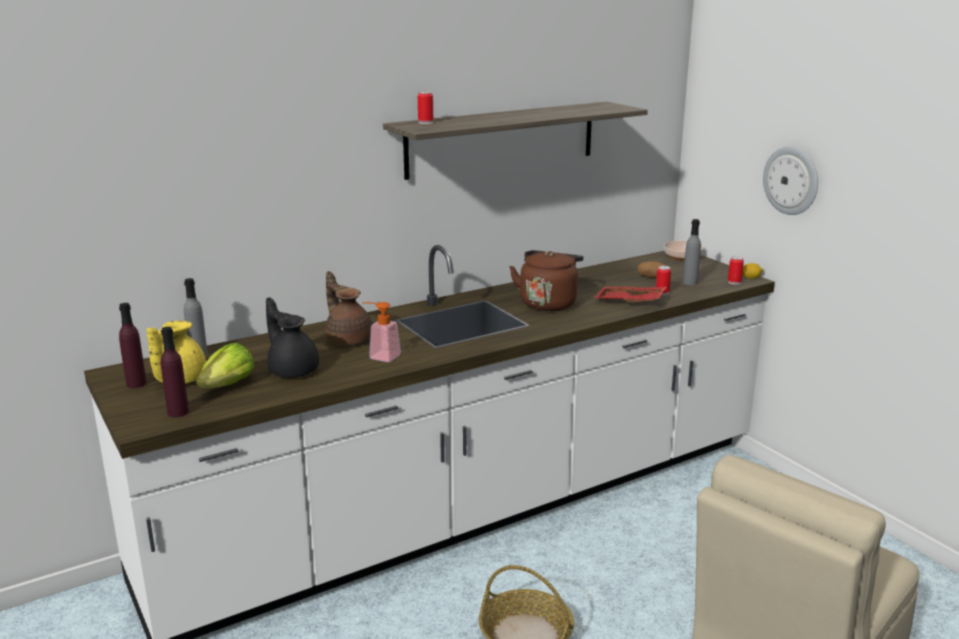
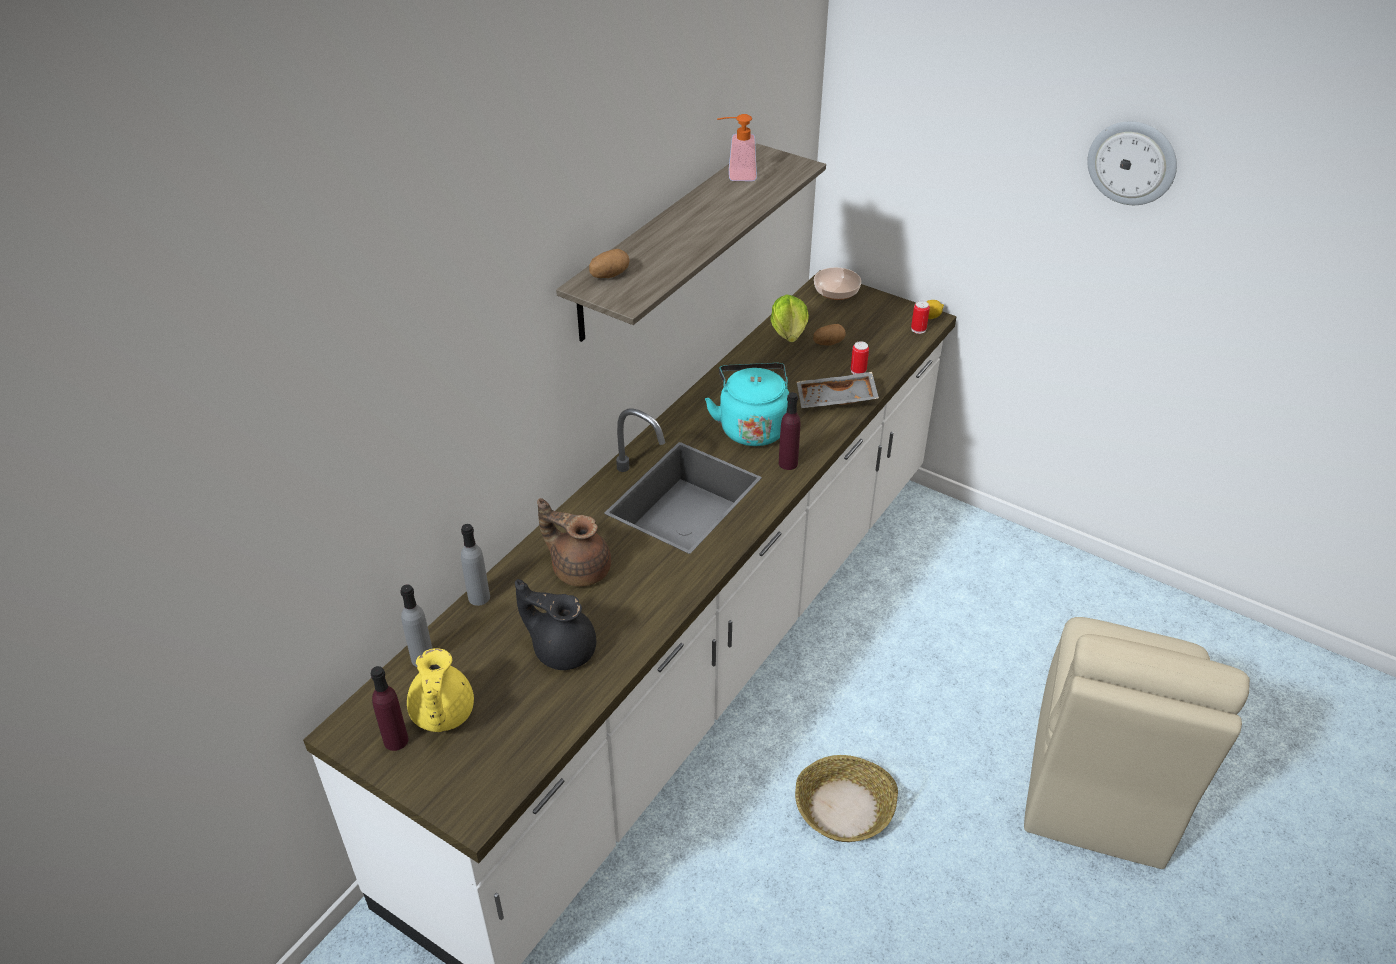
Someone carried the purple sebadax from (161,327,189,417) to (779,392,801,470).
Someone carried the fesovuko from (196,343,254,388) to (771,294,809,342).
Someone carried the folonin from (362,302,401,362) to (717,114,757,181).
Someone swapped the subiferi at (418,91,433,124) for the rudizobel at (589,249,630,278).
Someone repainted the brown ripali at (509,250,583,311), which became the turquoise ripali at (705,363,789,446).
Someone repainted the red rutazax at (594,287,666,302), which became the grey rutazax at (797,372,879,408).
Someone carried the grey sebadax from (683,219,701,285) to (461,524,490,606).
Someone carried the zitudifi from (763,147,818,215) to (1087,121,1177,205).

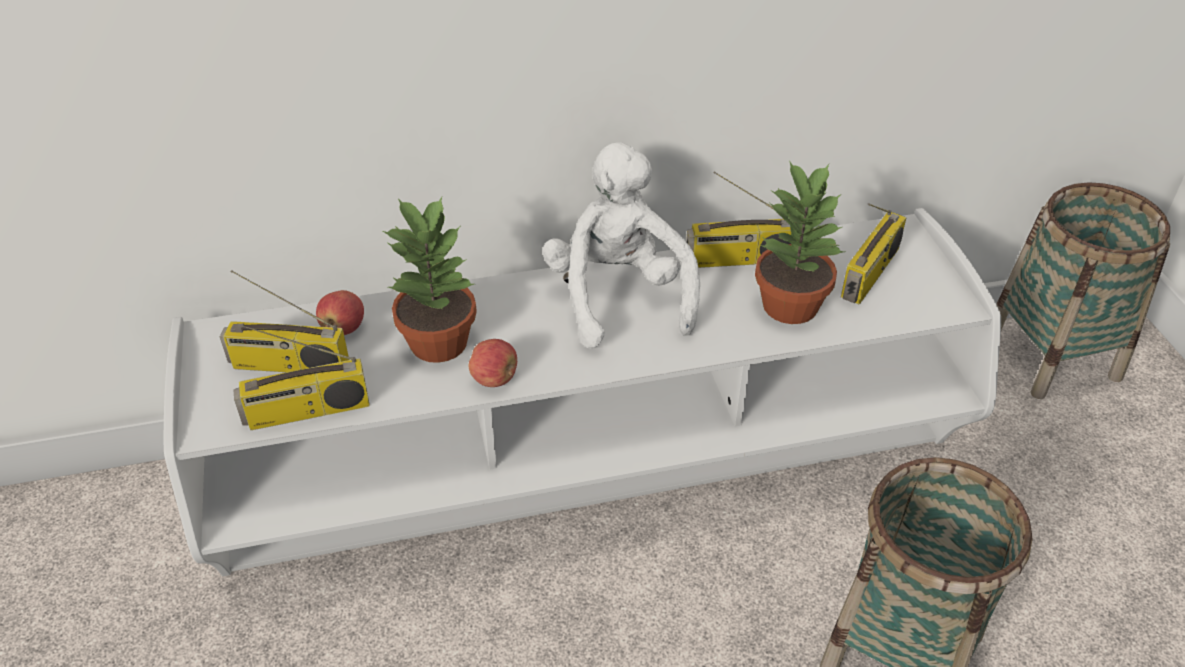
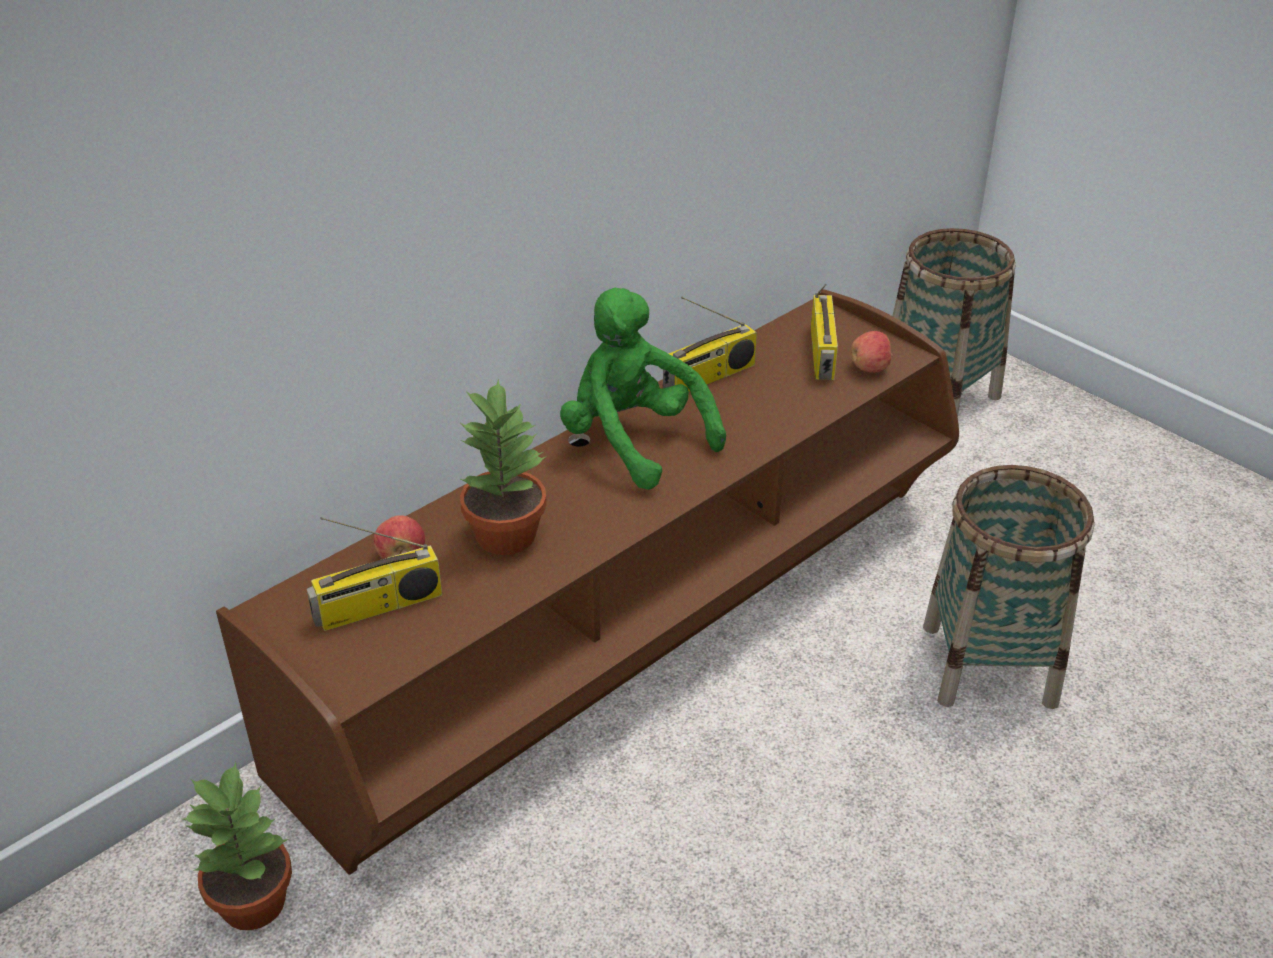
Someone repainted the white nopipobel at (164,208,1001,576), which became the brown nopipobel at (216,289,959,875).
Someone took away the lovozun at (233,325,370,430).
Someone carried the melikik from (469,339,517,387) to (851,331,893,373).
Someone repainted the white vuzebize at (543,142,700,349), which became the green vuzebize at (560,288,726,490).
Someone carried the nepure from (755,162,845,324) to (183,762,292,930).

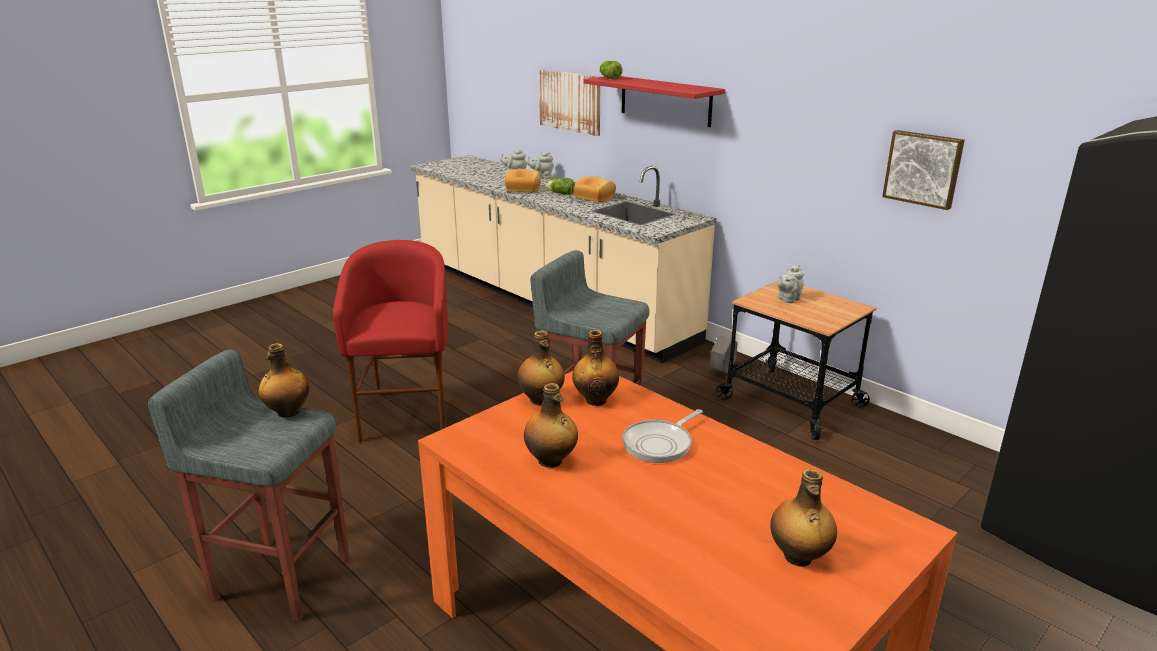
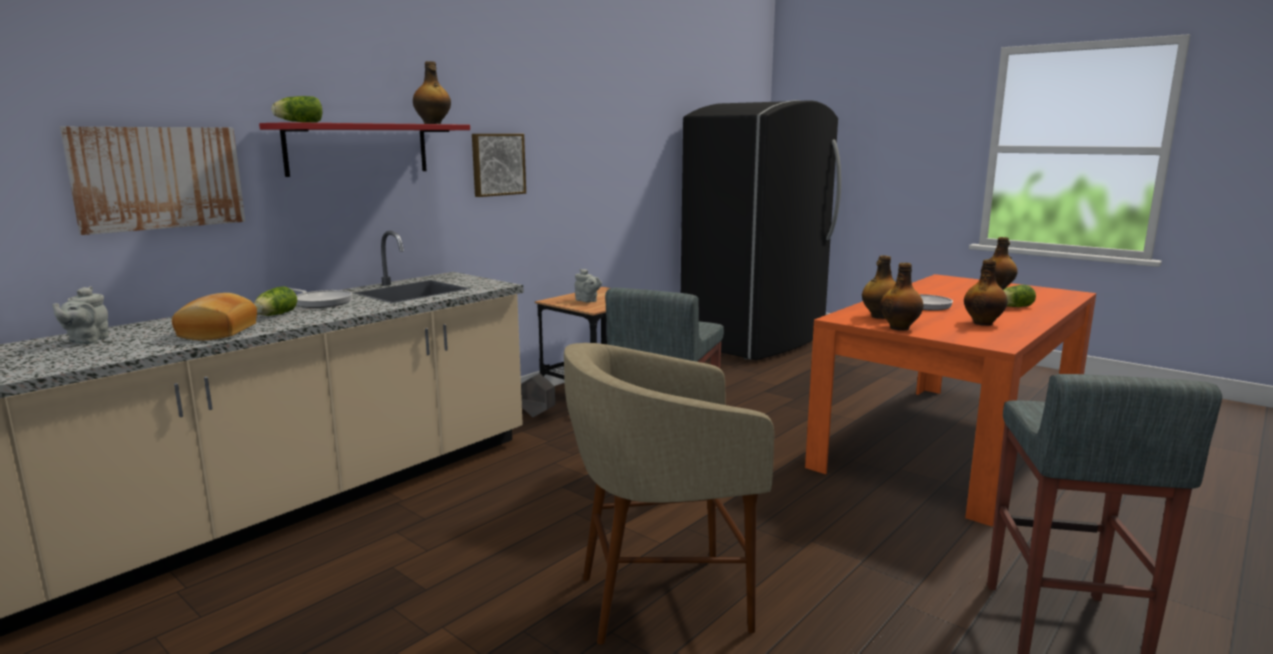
Someone carried the sebadax from (258,343,309,417) to (413,61,451,124).
Someone repainted the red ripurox at (333,240,448,442), which became the beige ripurox at (564,343,774,645).
Someone took away the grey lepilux at (526,152,554,179).
Someone swapped the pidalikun at (574,176,616,202) for the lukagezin at (290,288,352,308).
Someone carried the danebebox from (882,130,965,210) to (472,134,526,197).
Someone put down the fesovuko at (1003,285,1036,307).

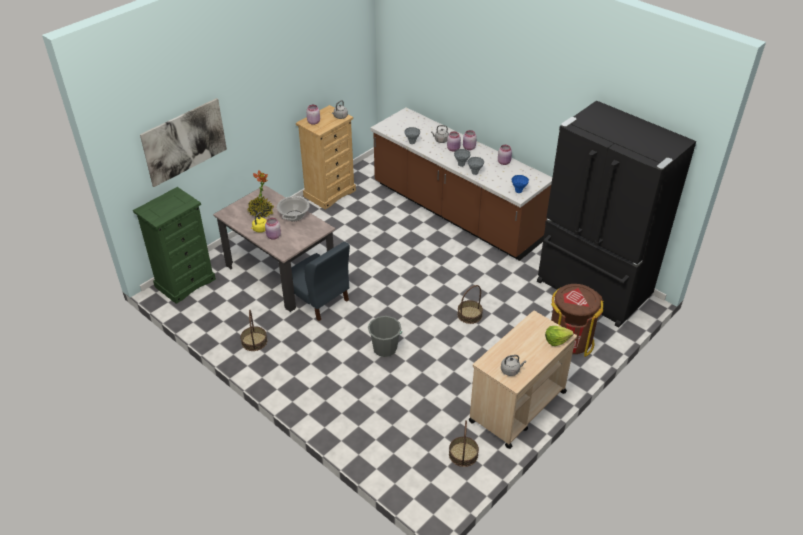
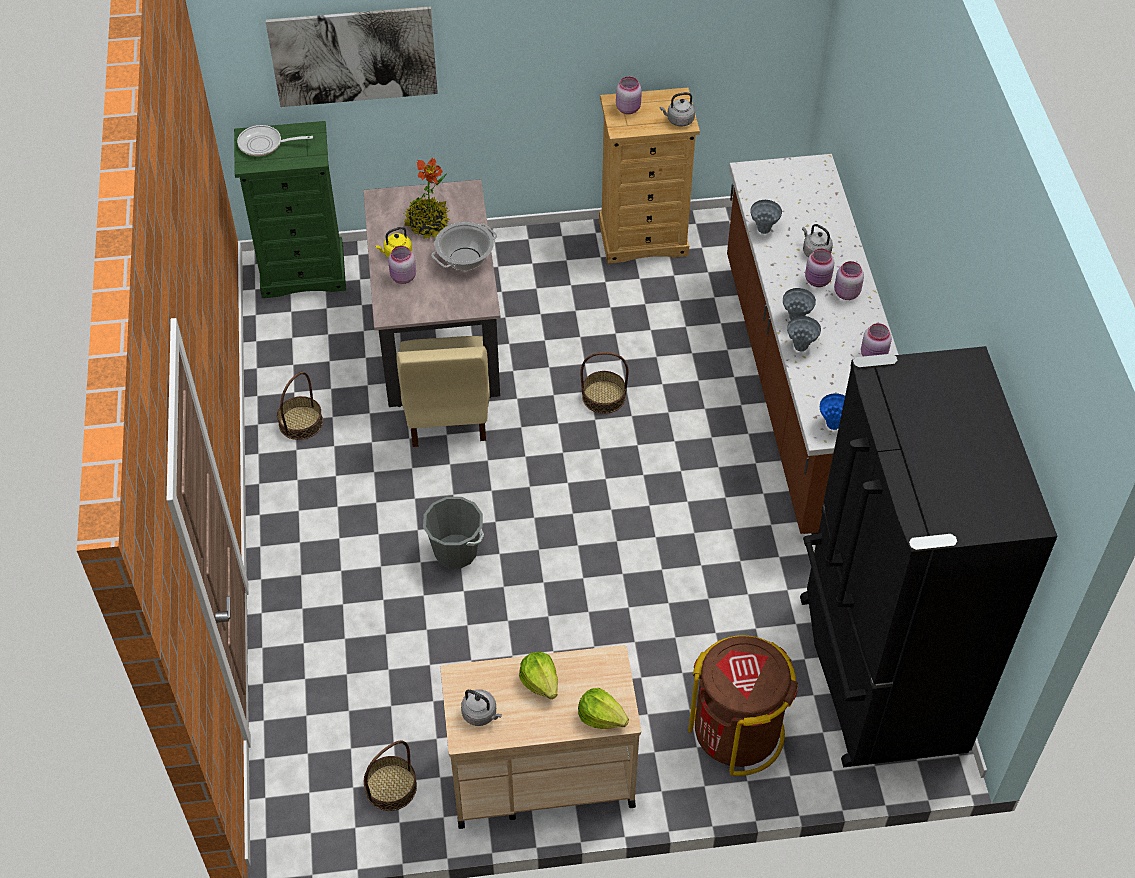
Someone repainted the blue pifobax at (291,242,350,321), which became the beige pifobax at (396,336,490,447).
Someone carried the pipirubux from (457,285,483,324) to (581,352,629,414).
Someone put down the lukagezin at (237,125,313,157).
Someone put down the fesovuko at (519,652,558,699).

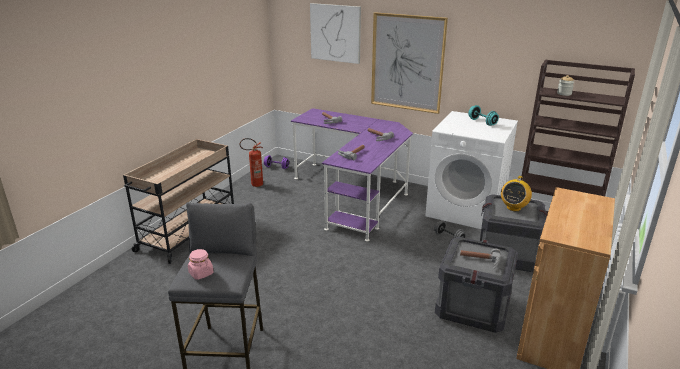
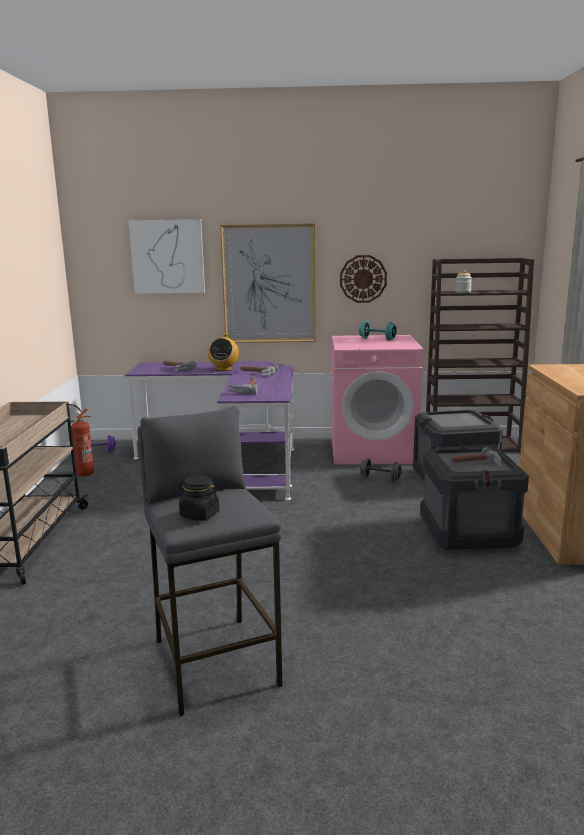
Someone repainted the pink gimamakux at (188,249,214,280), which became the black gimamakux at (179,475,219,521).
Someone repainted the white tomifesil at (425,111,518,229), which became the pink tomifesil at (332,335,423,465).
Someone carried the lovozun from (501,176,532,211) to (208,333,239,371).
Someone put up the zitudifi at (340,255,387,303).

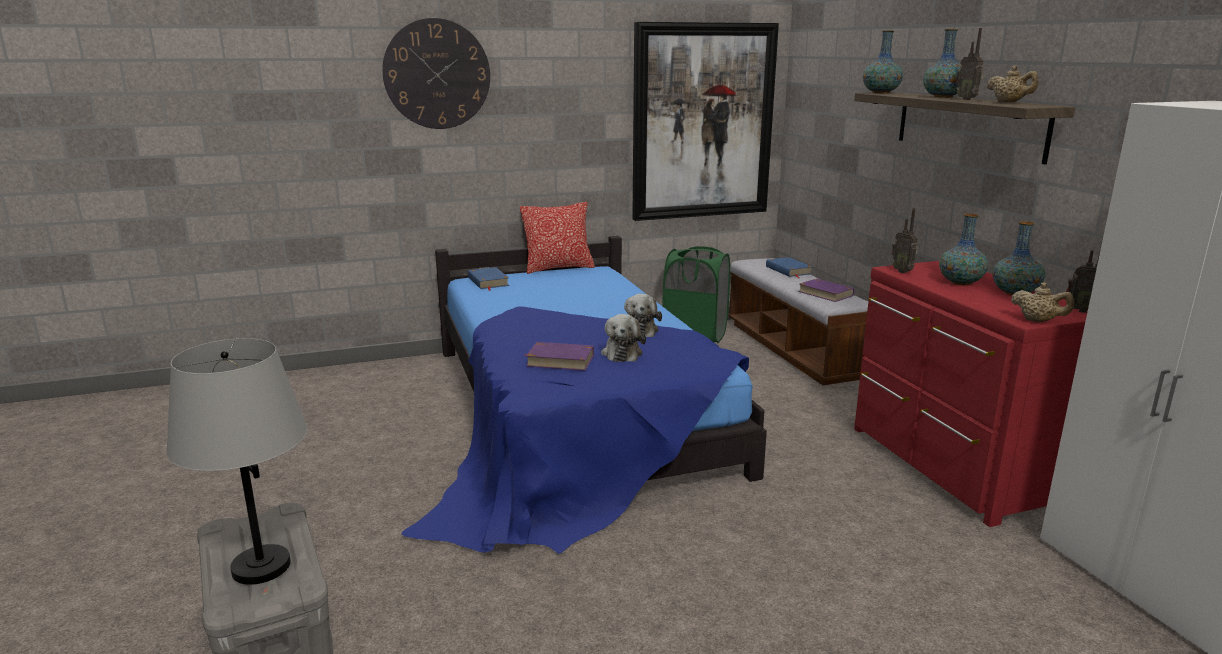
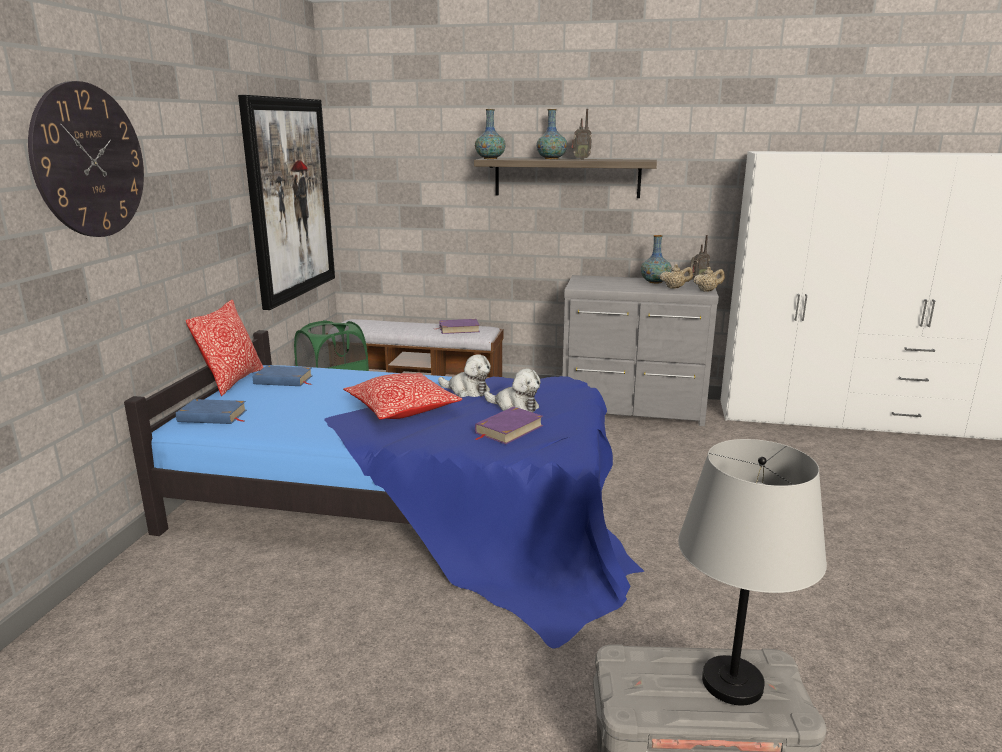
Someone carried the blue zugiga from (766,257,812,278) to (253,366,313,386).
Someone repainted the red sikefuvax at (854,261,1088,527), which became the grey sikefuvax at (562,275,719,426).
Someone took away the lovozun at (892,208,918,273).
Someone took away the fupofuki at (939,214,989,285).
Someone carried the beige lepilux from (986,66,1039,103) to (660,264,693,289).
Someone put down the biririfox at (343,373,462,420).

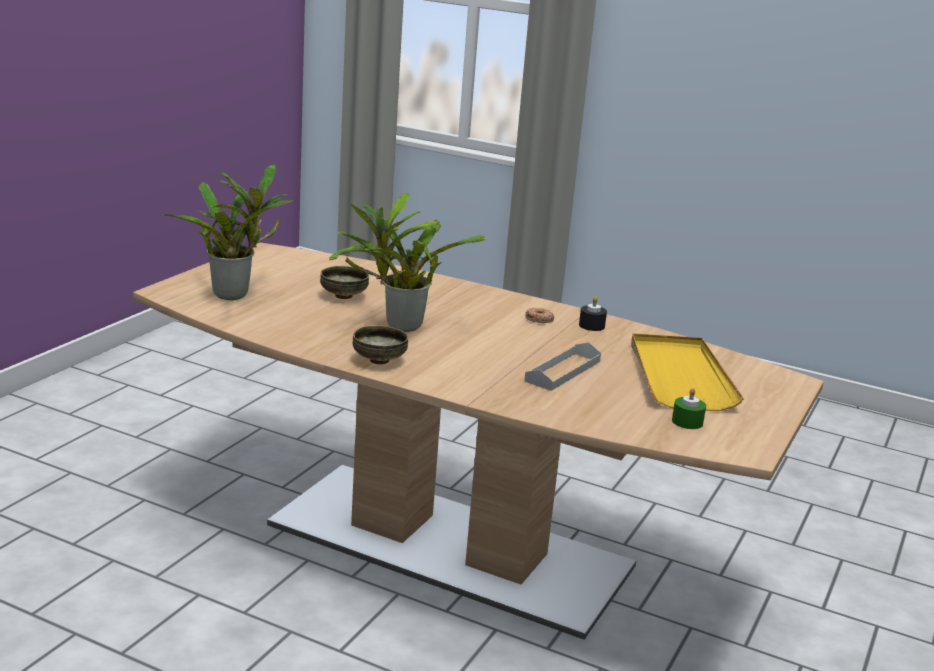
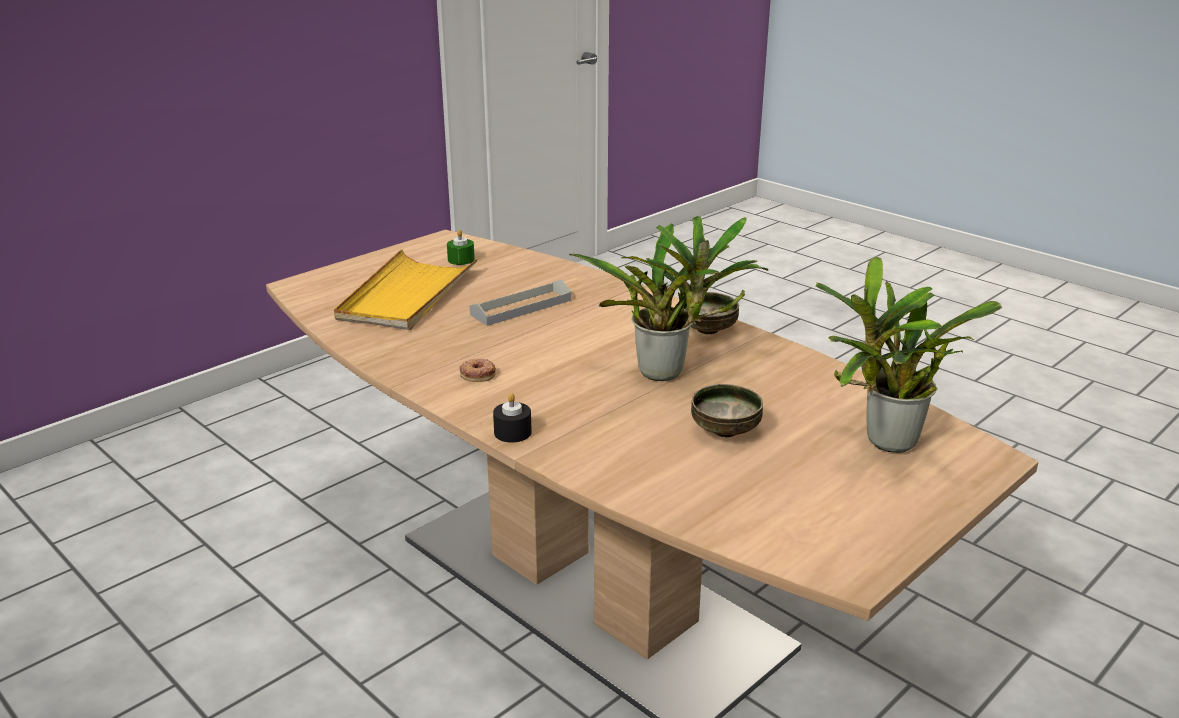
Someone carried the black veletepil from (579,297,607,331) to (493,393,532,442).

